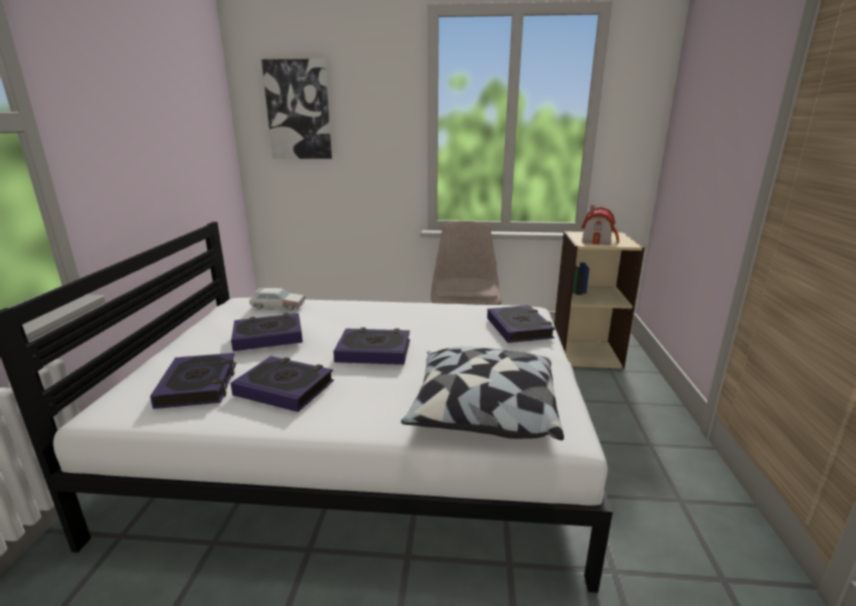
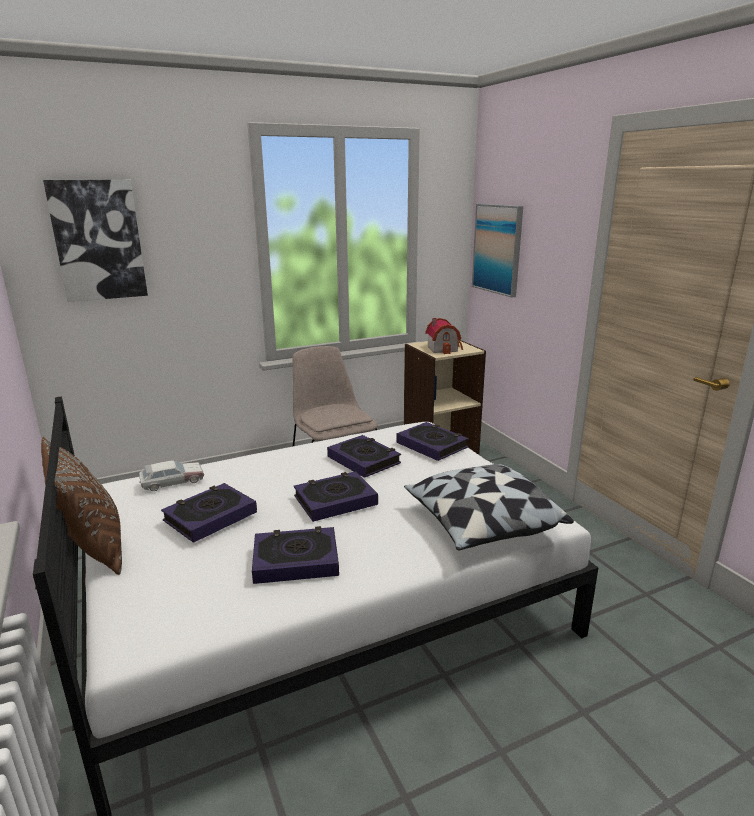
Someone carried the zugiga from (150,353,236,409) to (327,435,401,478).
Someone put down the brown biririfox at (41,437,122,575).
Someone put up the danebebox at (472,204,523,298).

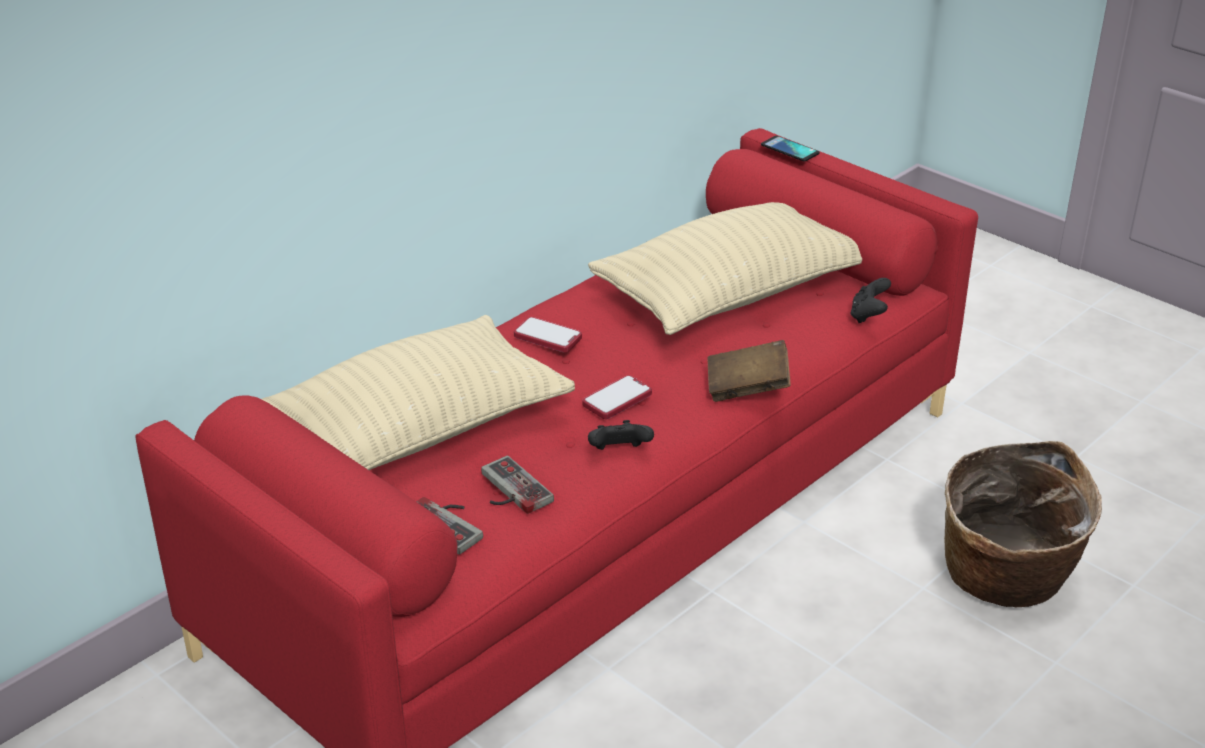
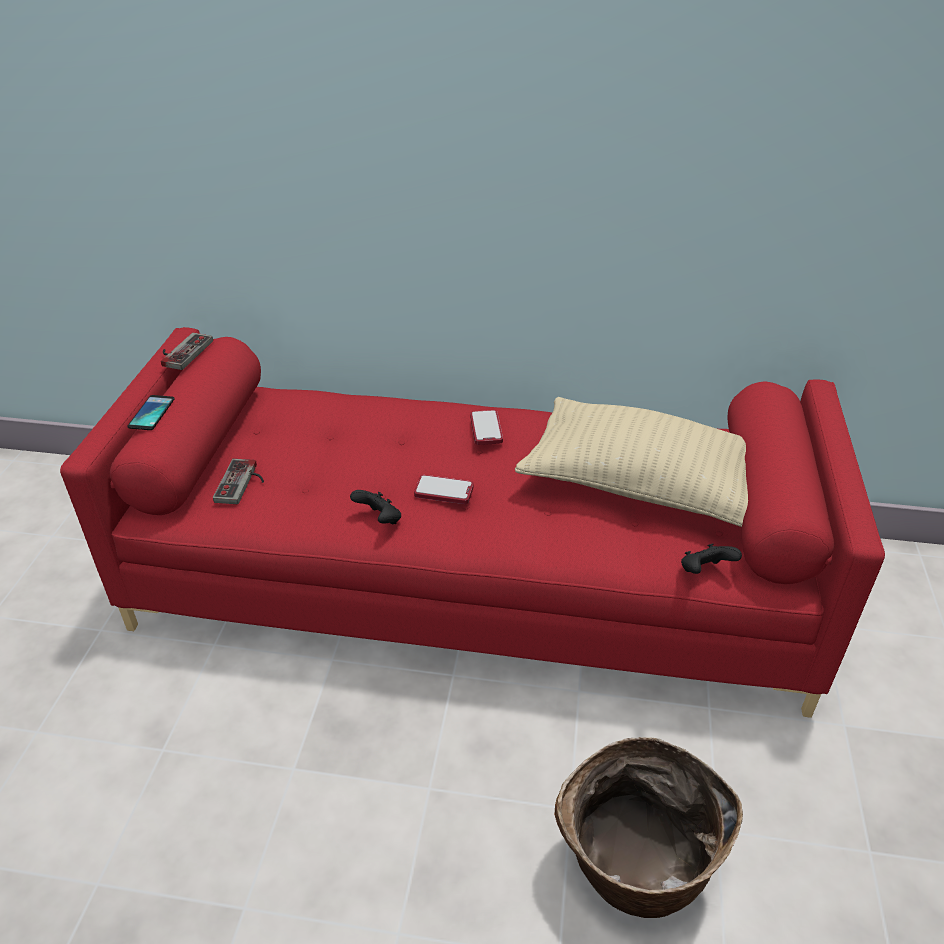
Someone took away the beige biririfox at (262,315,575,470).
Someone carried the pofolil from (481,455,554,514) to (161,333,213,370).
Someone took away the brown zugiga at (708,340,791,402).
Someone carried the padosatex from (761,136,820,162) to (127,395,175,430).

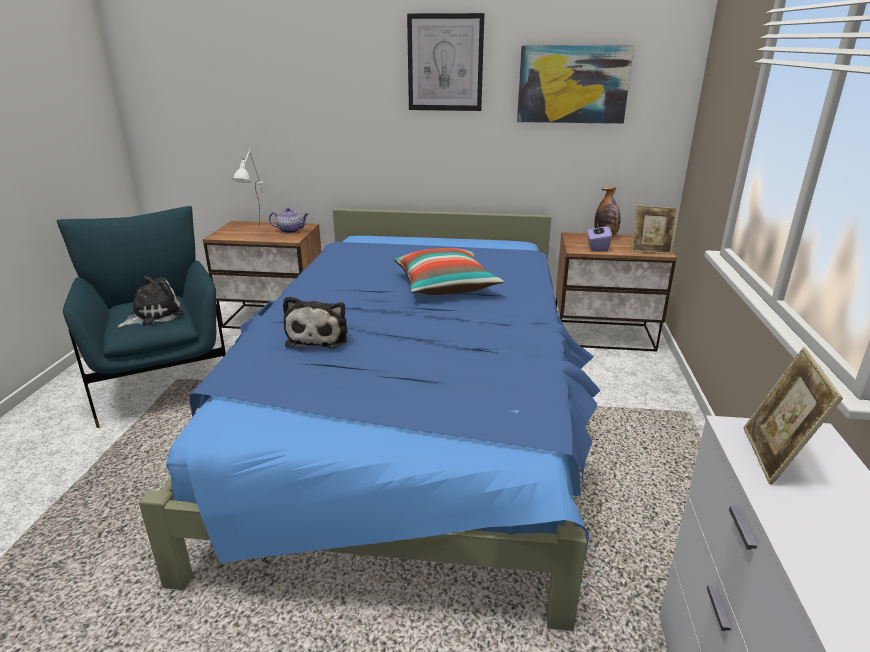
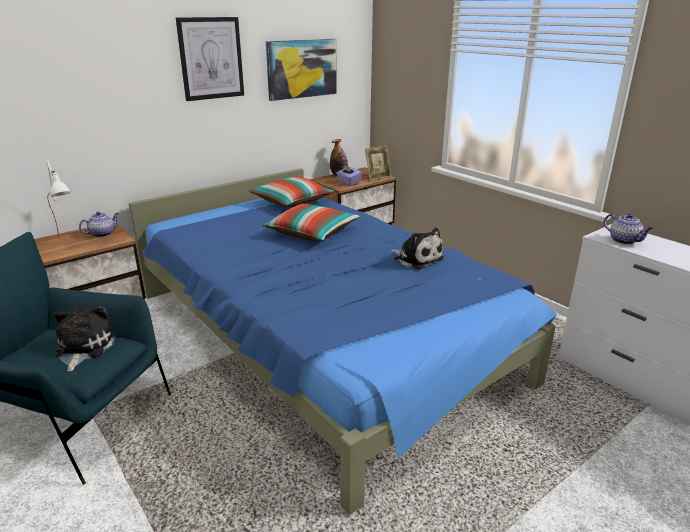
Someone carried the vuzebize from (283,296,348,349) to (390,228,444,270).
Someone swapped the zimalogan at (744,347,843,485) for the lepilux at (604,214,654,244).
Someone put down the biririfox at (249,177,334,208).

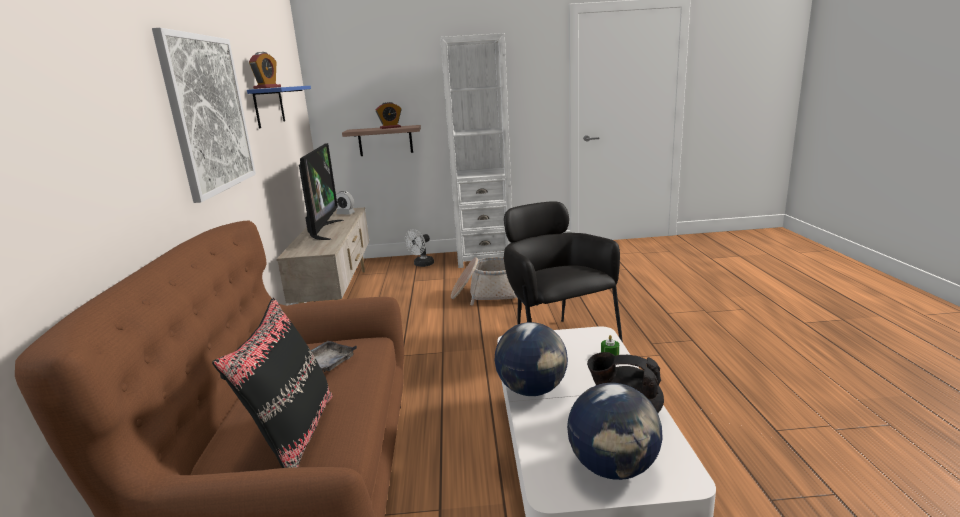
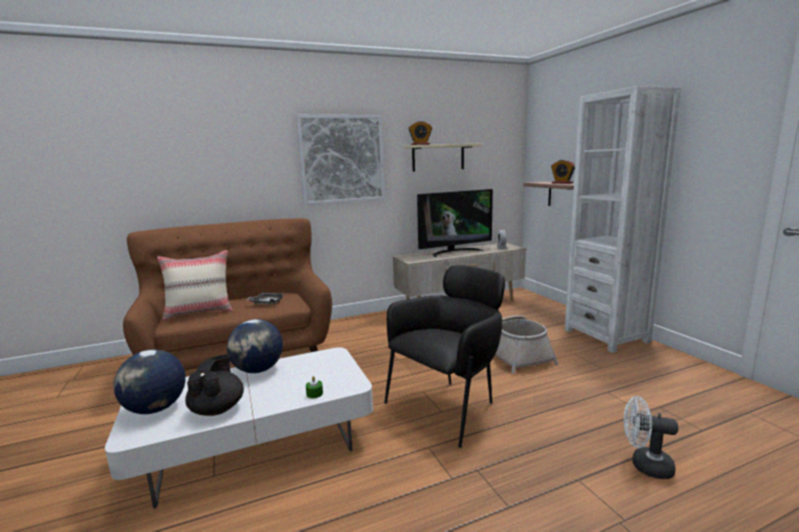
Someone repainted the black biririfox at (212,298,333,468), which became the beige biririfox at (157,250,233,321).
Someone repainted the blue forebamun at (247,86,311,128), which became the beige forebamun at (403,143,483,171).
Someone carried the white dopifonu from (404,229,434,267) to (624,396,678,479).

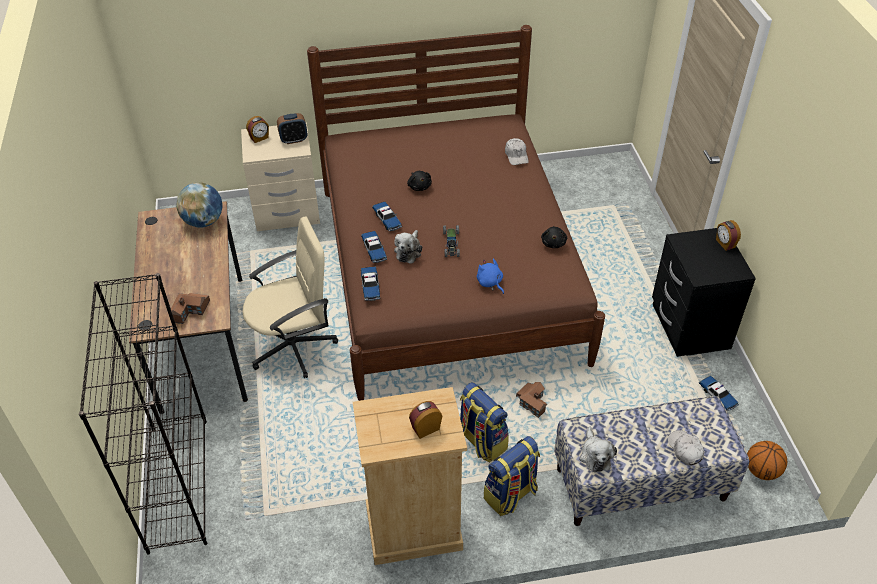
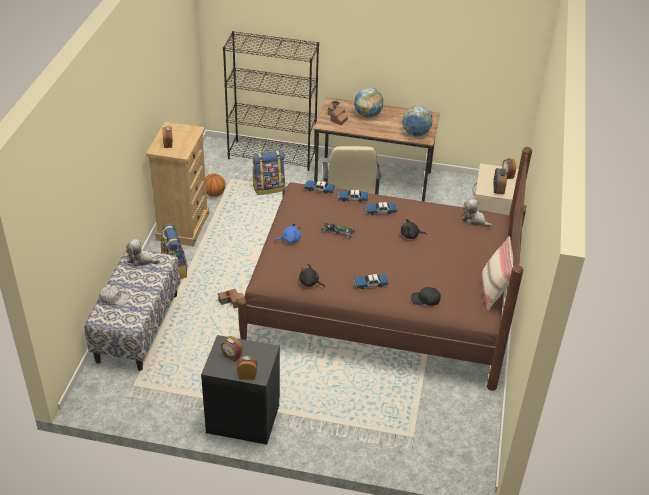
Someone carried the vuzebize from (394,230,422,264) to (462,199,492,227).
Someone carried the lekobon from (460,382,509,462) to (253,149,285,195).
Someone repainted the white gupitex at (505,138,529,165), which became the black gupitex at (411,287,441,306).
Someone carried the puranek from (699,376,739,411) to (354,274,389,289).
Someone carried the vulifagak from (747,441,787,480) to (205,173,226,197).
Someone put down the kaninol at (221,336,243,362).
Someone put down the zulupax at (354,88,383,117).
Someone put down the beige biririfox at (482,236,513,311).

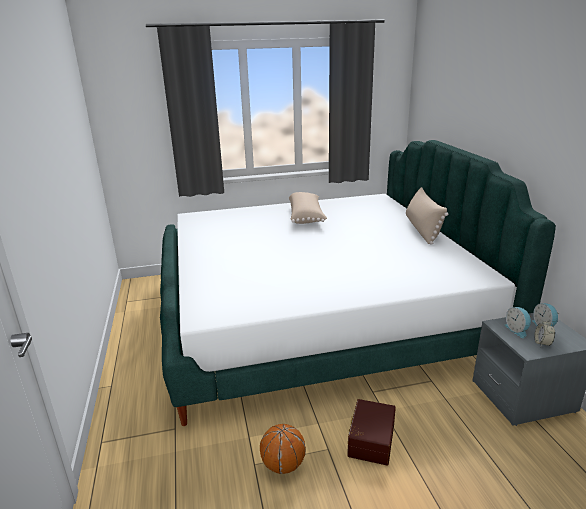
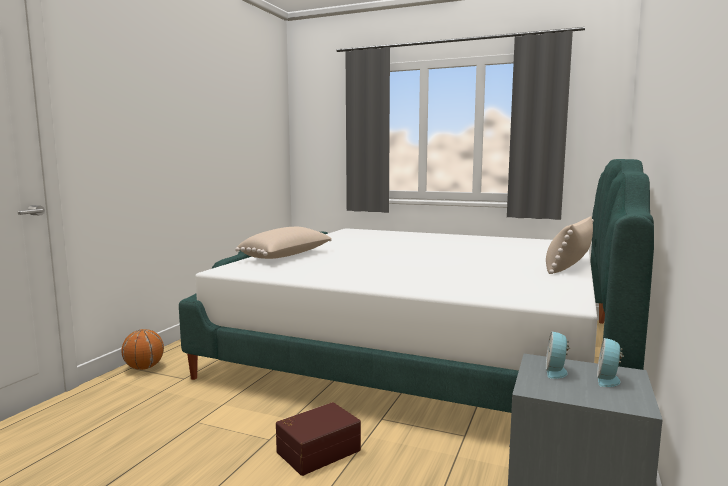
Someone carried the vulifagak from (260,424,306,474) to (121,329,164,370).
Someone carried the beige biririfox from (289,192,327,224) to (235,227,332,259).
Someone took away the kaninol at (534,319,555,347).

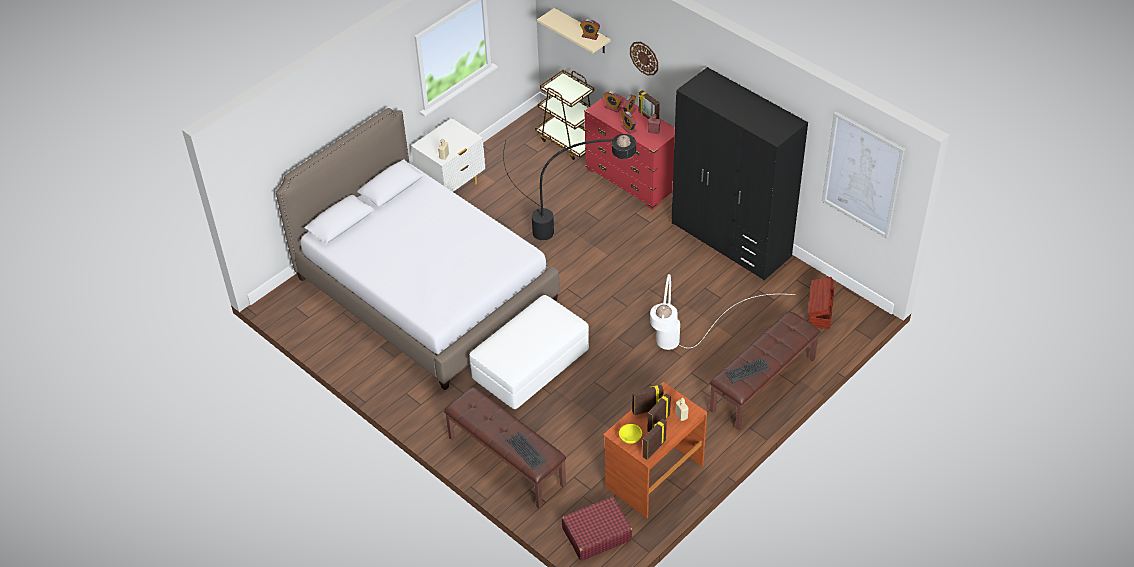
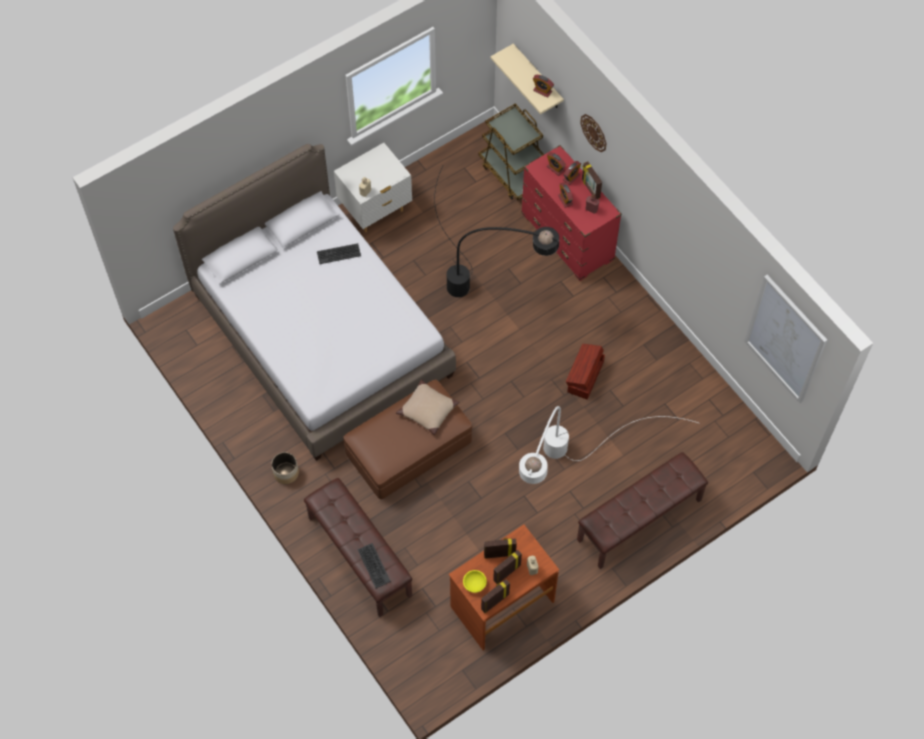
Someone repainted the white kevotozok at (469,295,589,409), which became the brown kevotozok at (343,380,472,499).
Someone took away the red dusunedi at (562,496,633,561).
Someone took away the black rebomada at (672,67,808,281).
Someone carried the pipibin from (725,358,771,383) to (317,243,361,264).
Someone carried the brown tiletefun from (808,277,835,329) to (566,344,605,400).
Someone put down the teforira at (271,452,299,484).
Someone put down the beige biririfox at (396,380,459,435).

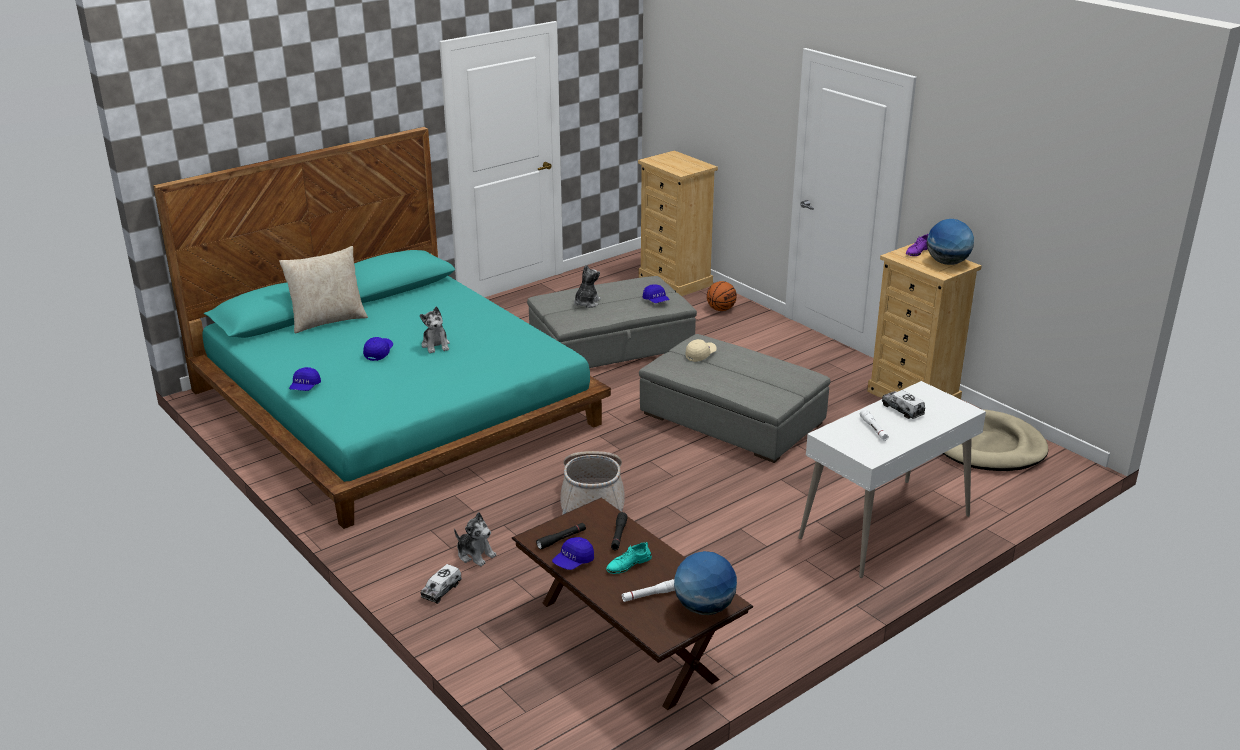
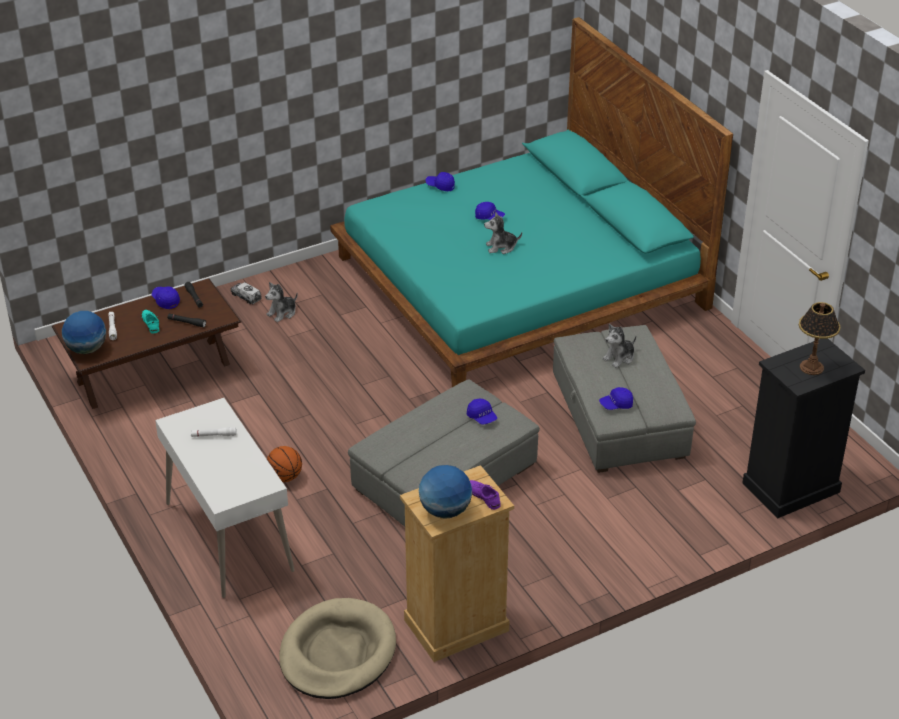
Someone took away the beige biririfox at (279,246,368,333).
Someone took away the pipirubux at (560,451,625,515).
Someone rotated the vuzebize at (574,264,601,308) by 105 degrees clockwise.
Someone repainted the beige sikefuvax at (638,151,718,296), which became the black sikefuvax at (742,339,865,518).
Someone repainted the beige gupitex at (686,339,717,362), which became the blue gupitex at (467,398,497,425).
Someone carried the vulifagak from (707,281,737,311) to (267,446,302,482).
Someone took away the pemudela at (882,390,925,419).
Someone put down the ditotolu at (799,302,840,375).

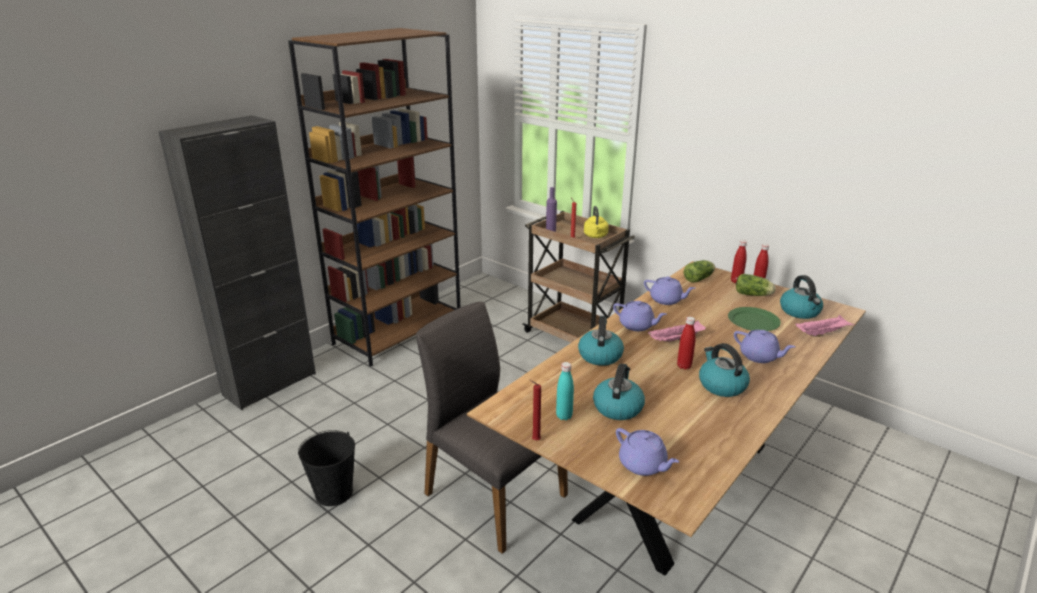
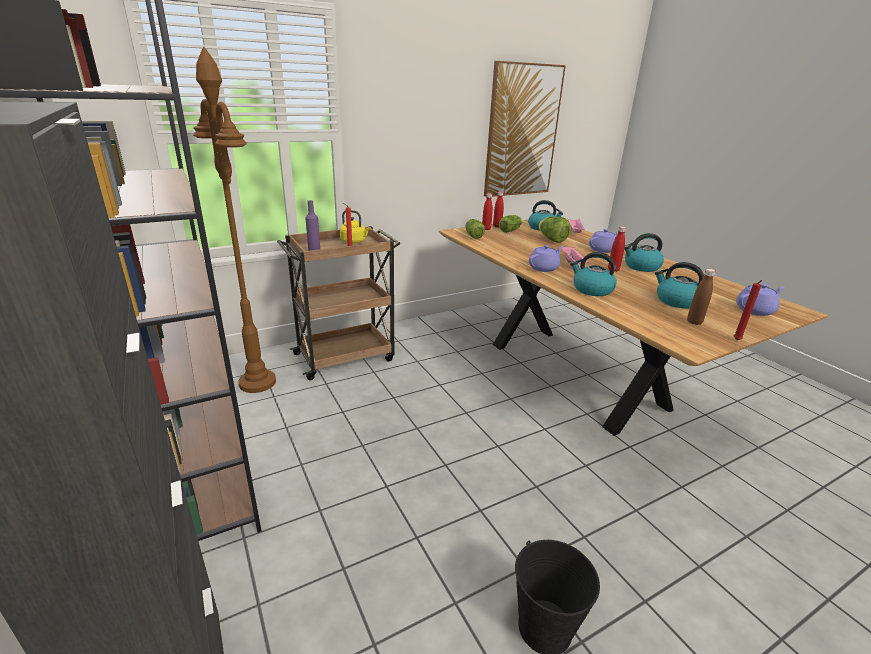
Someone took away the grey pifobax at (416,302,568,554).
Someone repainted the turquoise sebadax at (556,362,574,420), which became the brown sebadax at (687,269,716,325).
Someone took away the purple lepilux at (644,277,695,305).
Someone swapped the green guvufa at (728,307,781,331) for the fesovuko at (539,217,571,243).
Someone put down the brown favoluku at (193,47,276,393).
Someone put up the danebebox at (484,61,566,197).

